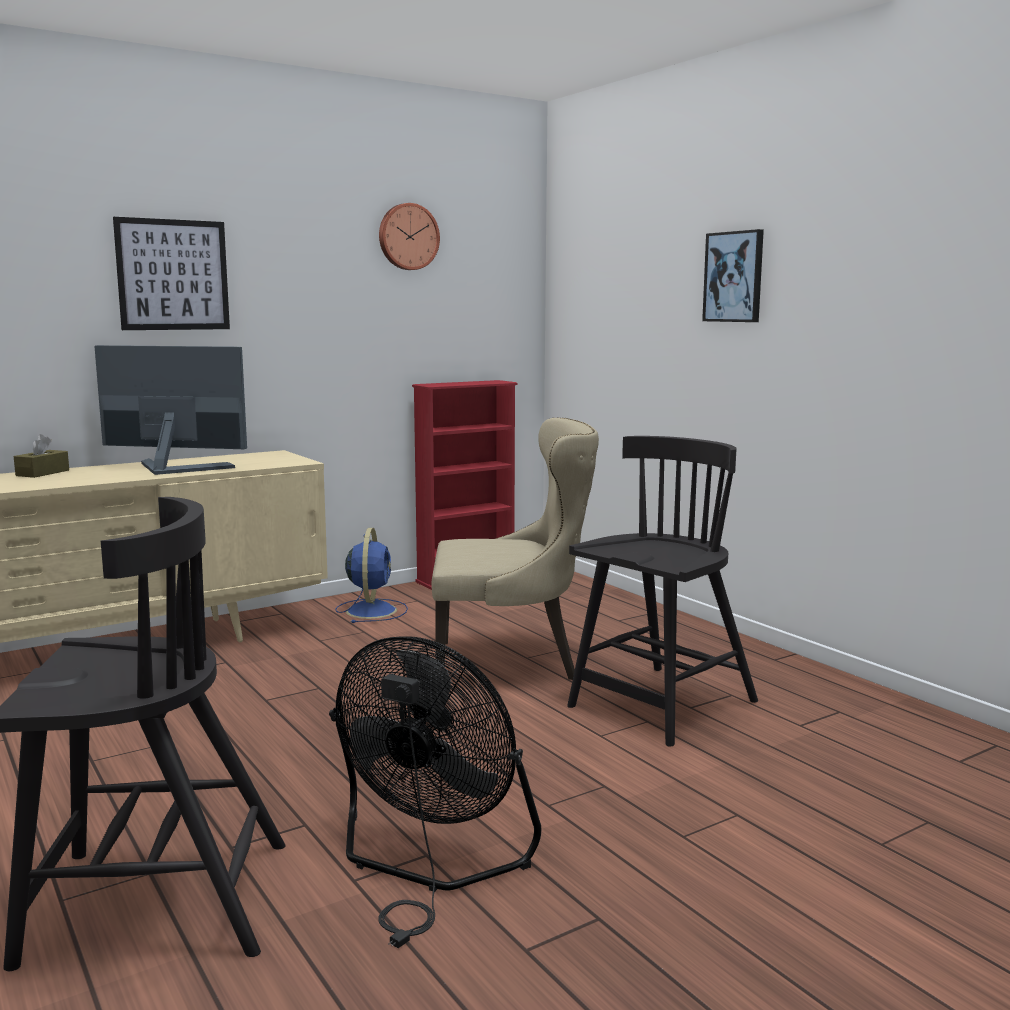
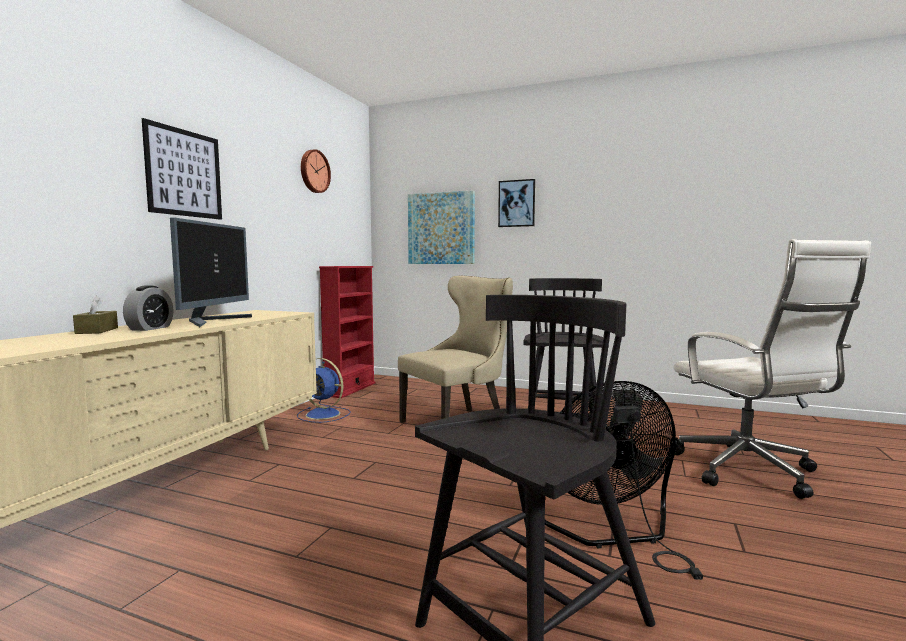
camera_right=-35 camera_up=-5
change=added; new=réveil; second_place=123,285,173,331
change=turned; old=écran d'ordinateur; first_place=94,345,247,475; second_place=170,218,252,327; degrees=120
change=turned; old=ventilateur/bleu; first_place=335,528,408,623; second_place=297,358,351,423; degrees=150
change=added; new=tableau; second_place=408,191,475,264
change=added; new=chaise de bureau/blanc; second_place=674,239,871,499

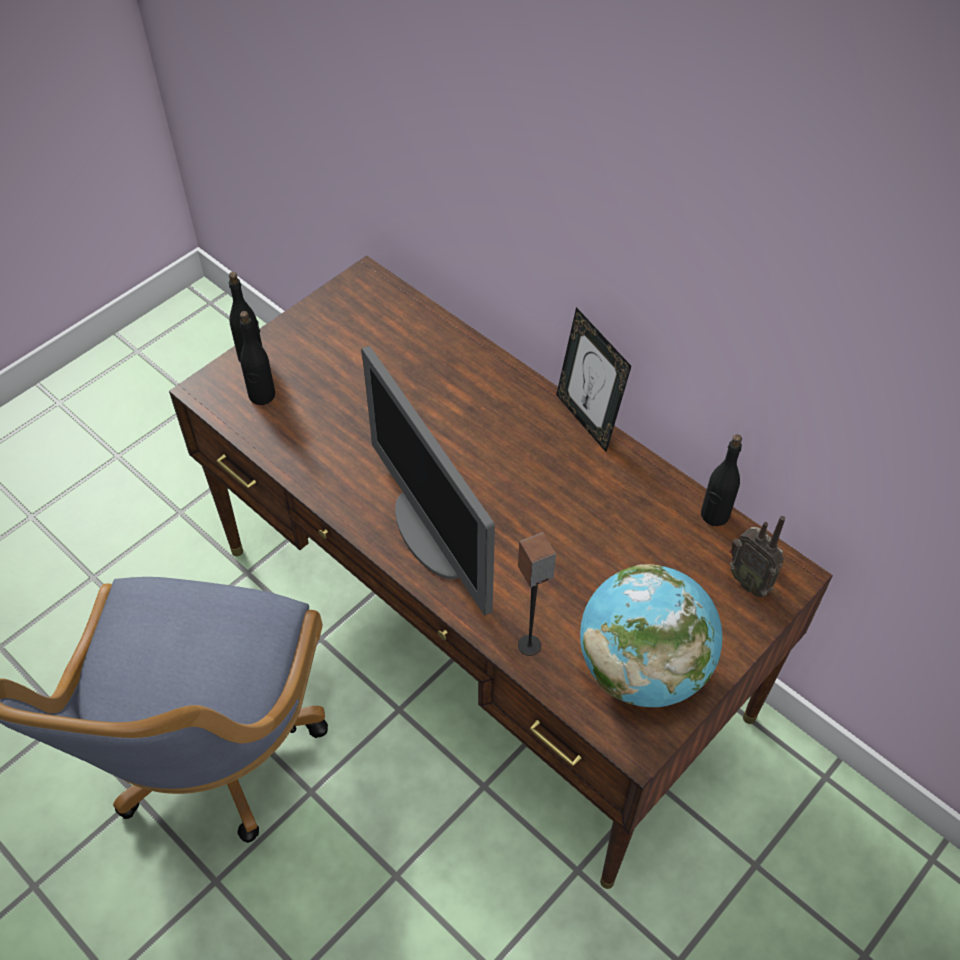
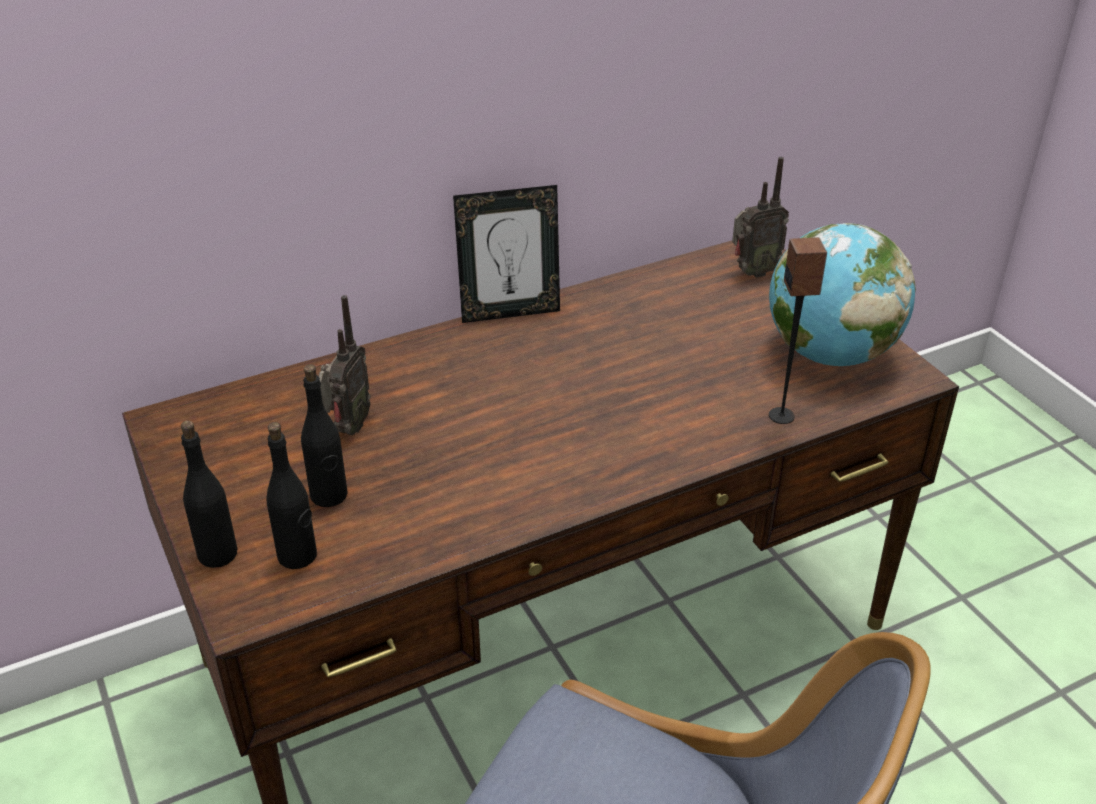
camera_right=-70 camera_up=-15
change=moved; old=bouteille/noir; first_place=701,434,742,526; second_place=301,364,348,507
change=added; new=radio; second_place=319,295,370,435
change=removed; old=écran d'ordinateur; first_place=361,346,495,616

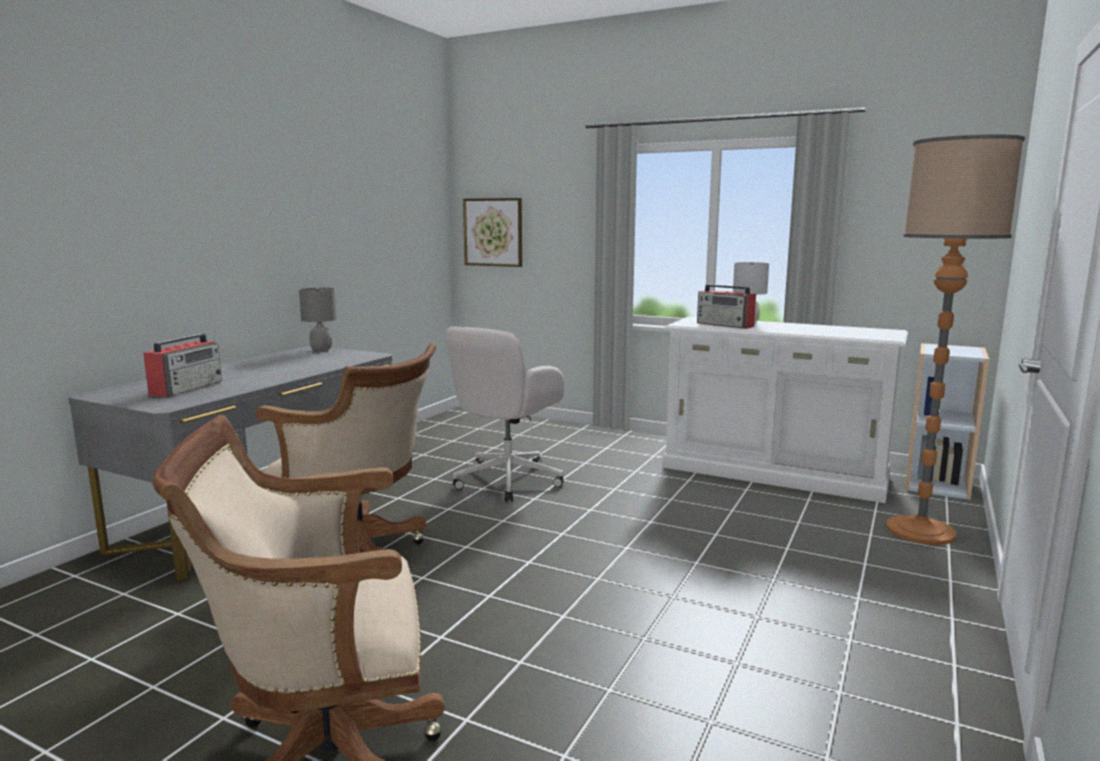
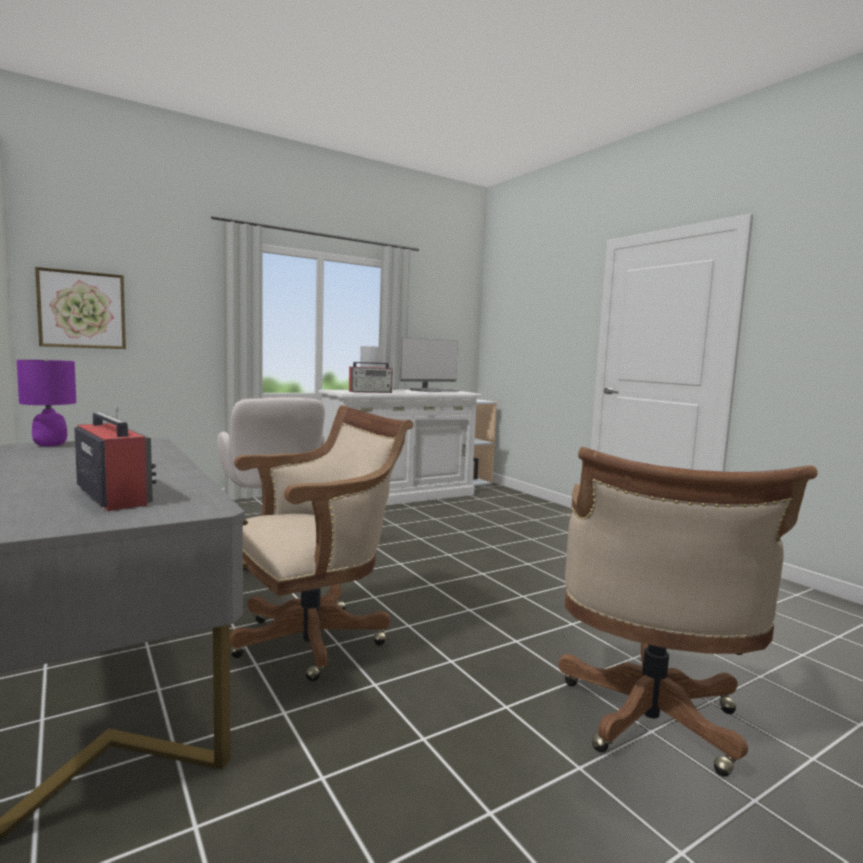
camera_right=-60 camera_up=-5
change=recoloured; old=lampe de table/gris; new=lampe de table/violet; first_place=299,288,337,351; second_place=17,359,76,446
change=added; new=écran d'ordinateur; second_place=400,337,460,392
change=removed; old=lampadaire; first_place=886,134,1025,545

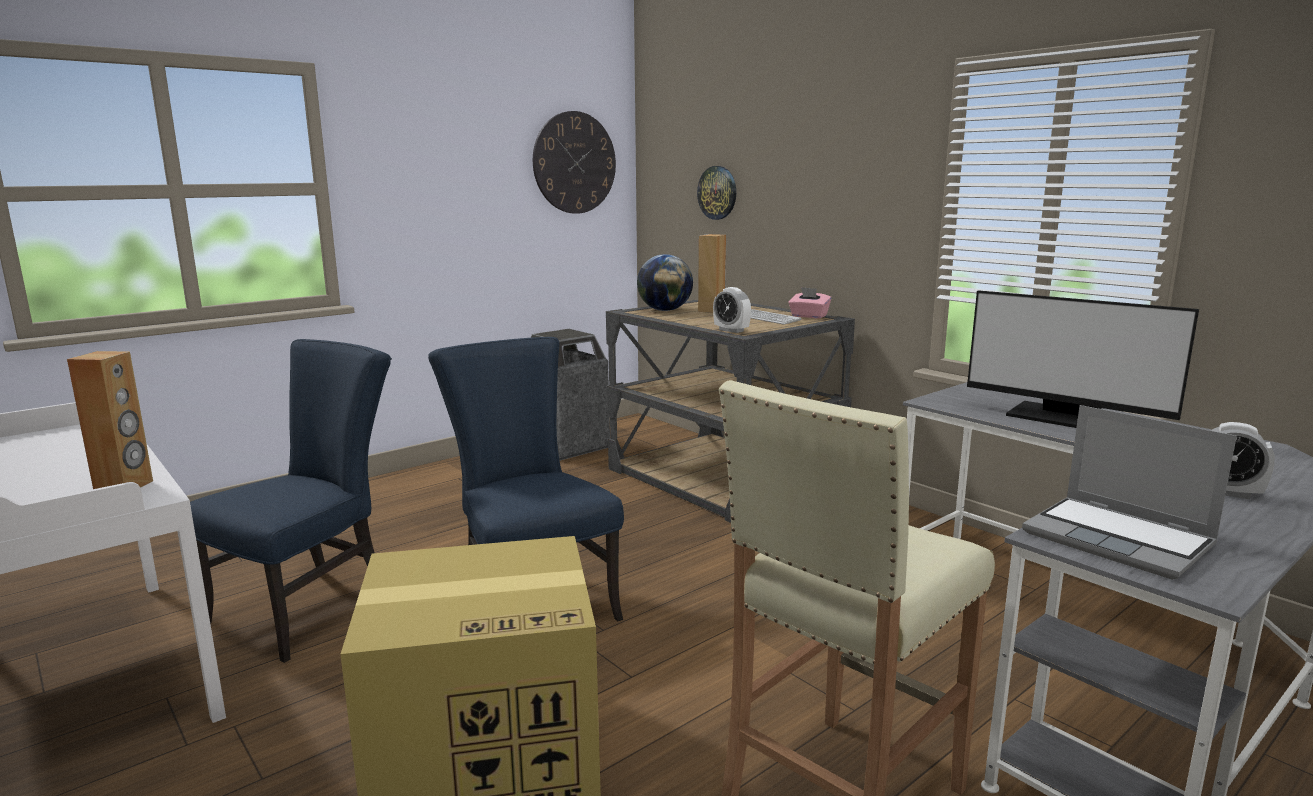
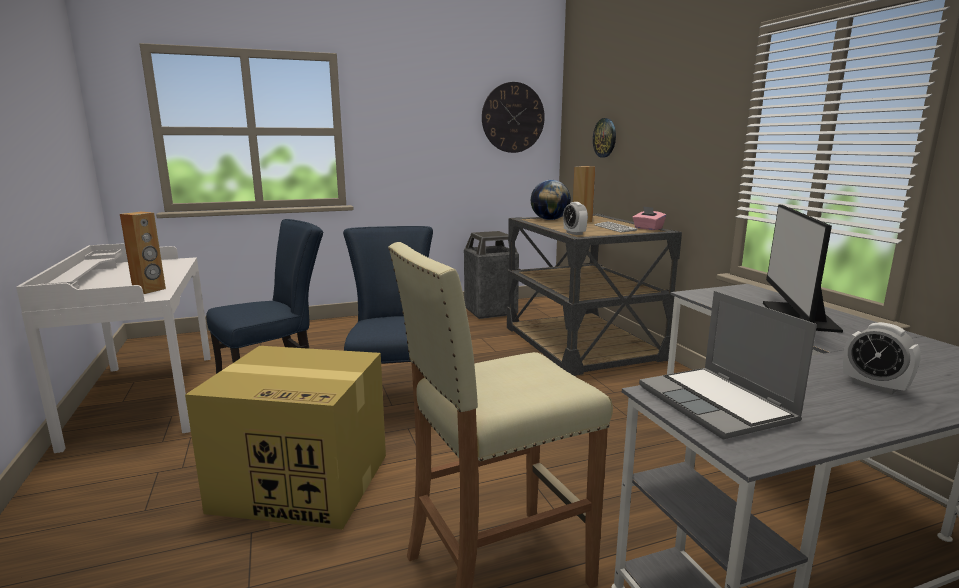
camera_right=20 camera_up=0
change=turned; old=écran d'ordinateur; first_place=967,290,1199,428; second_place=763,205,843,333; degrees=45

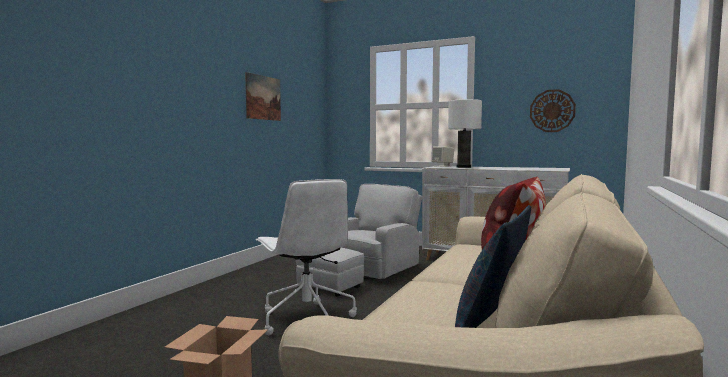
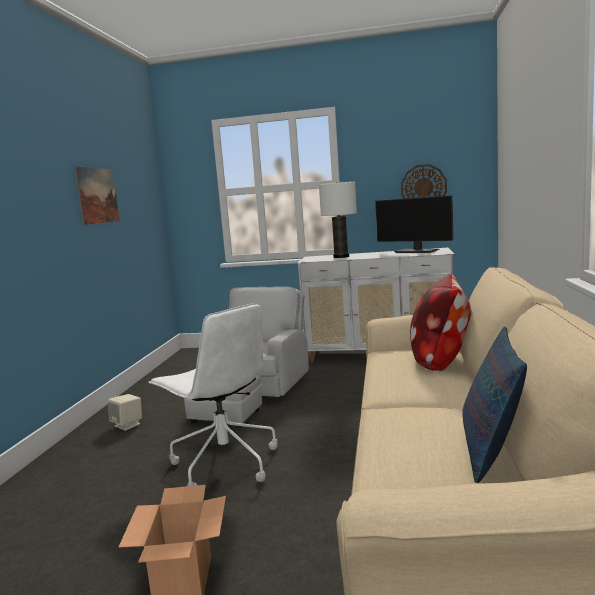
camera_right=-15 camera_up=5
change=moved; old=enceinte/beige; first_place=432,146,454,167; second_place=108,394,142,431
change=added; new=écran d'ordinateur; second_place=375,195,453,253

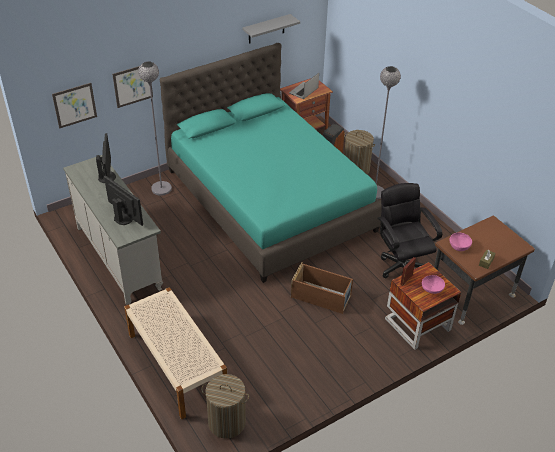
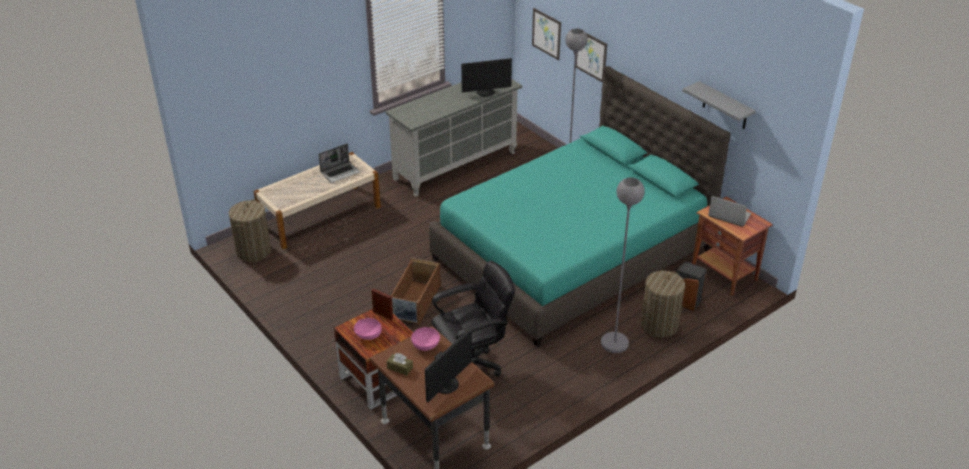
camera_right=85 camera_up=-5
change=added; new=ordinateur portable; second_place=318,144,360,183
change=moved; old=écran d'ordinateur; first_place=104,176,143,226; second_place=425,329,472,402

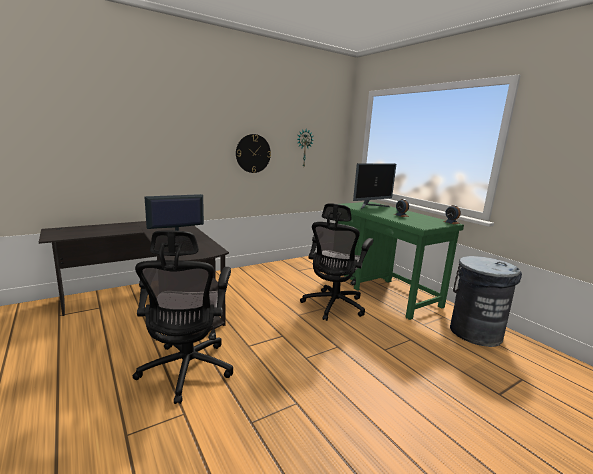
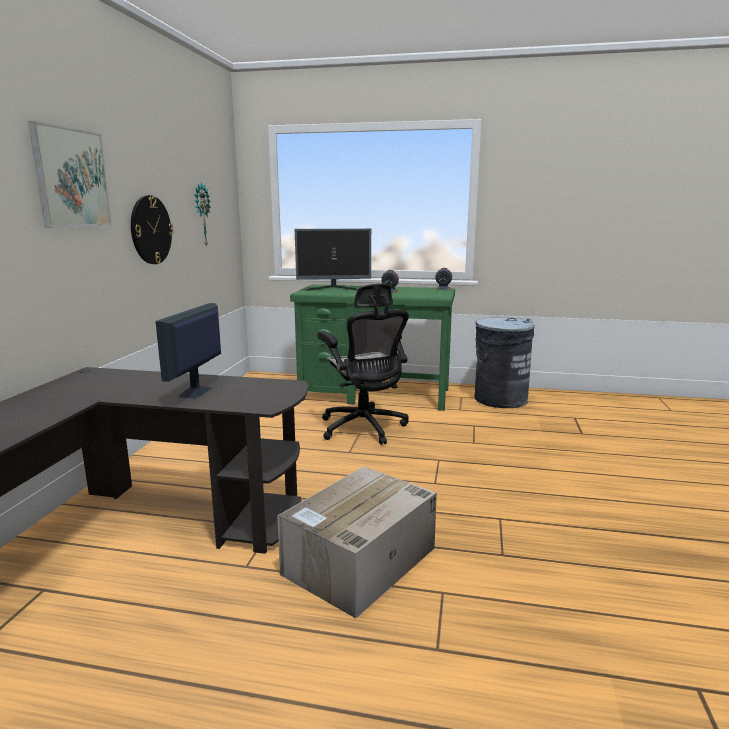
camera_right=-45 camera_up=0
change=added; new=tableau; second_place=28,121,112,228
change=replaced; old=chaise de bureau; new=carton; first_place=132,230,233,404; second_place=277,466,437,618
change=turned; old=écran d'ordinateur; first_place=353,163,396,209; second_place=295,229,371,291; degrees=75

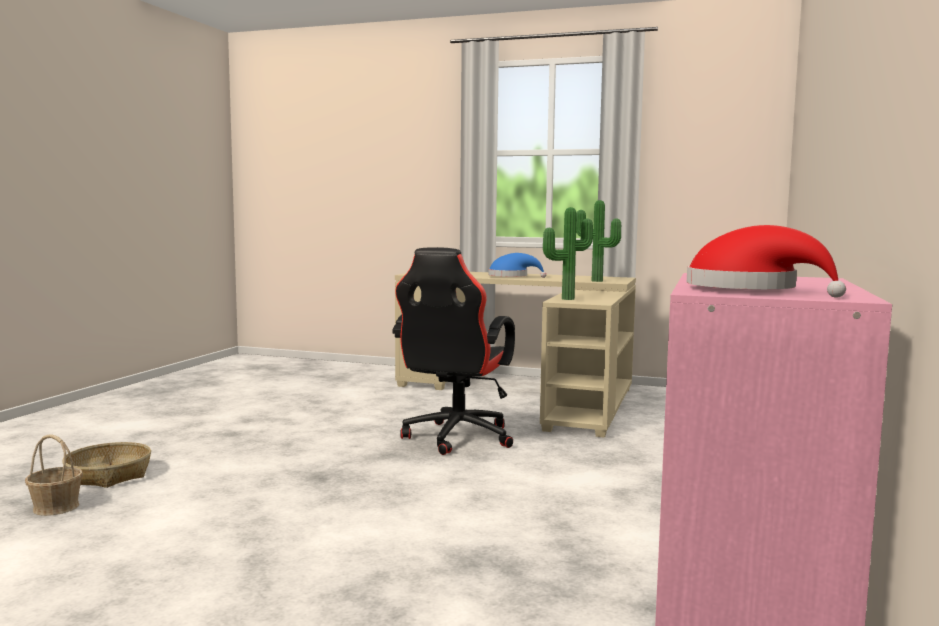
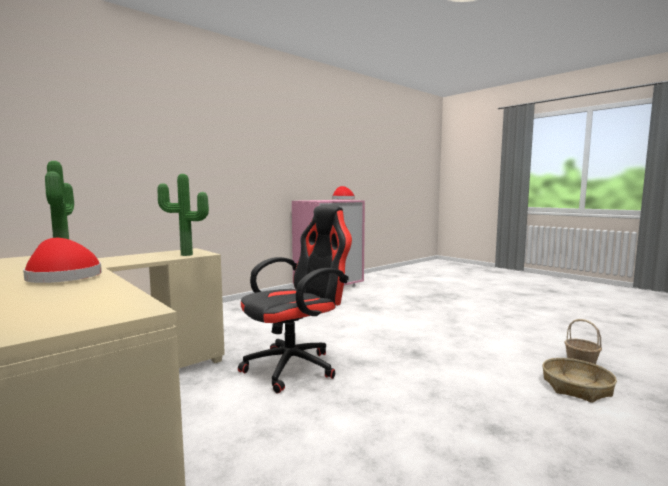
camera_right=-150 camera_up=0
change=recoloured; old=chapeau/bleu; new=chapeau/rouge; first_place=488,253,546,278; second_place=23,238,102,283

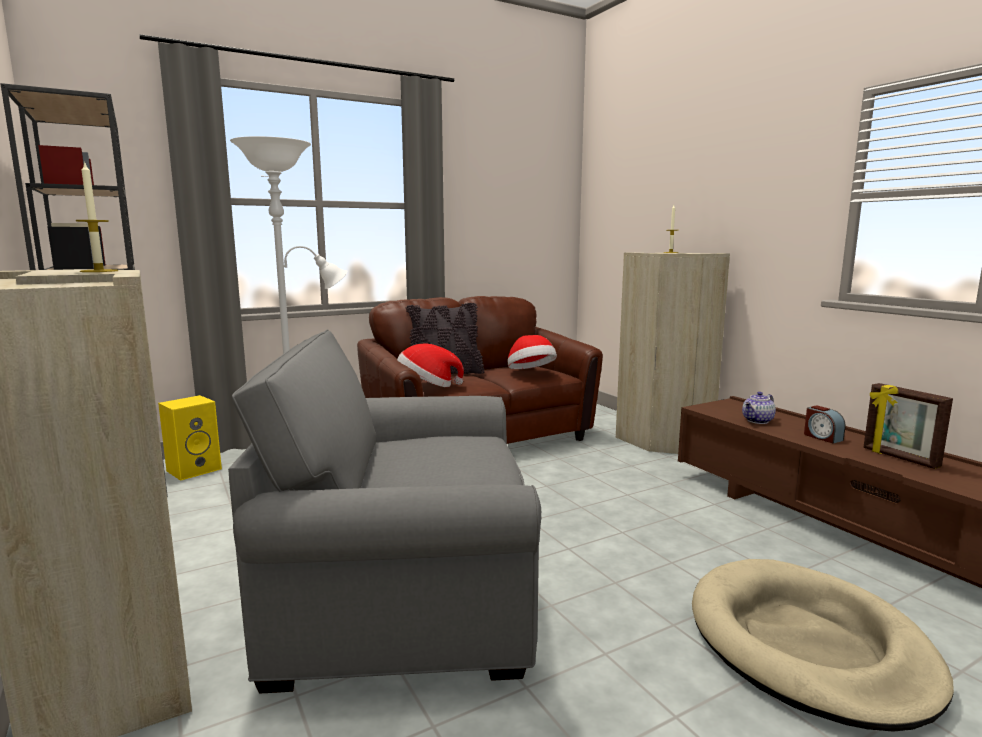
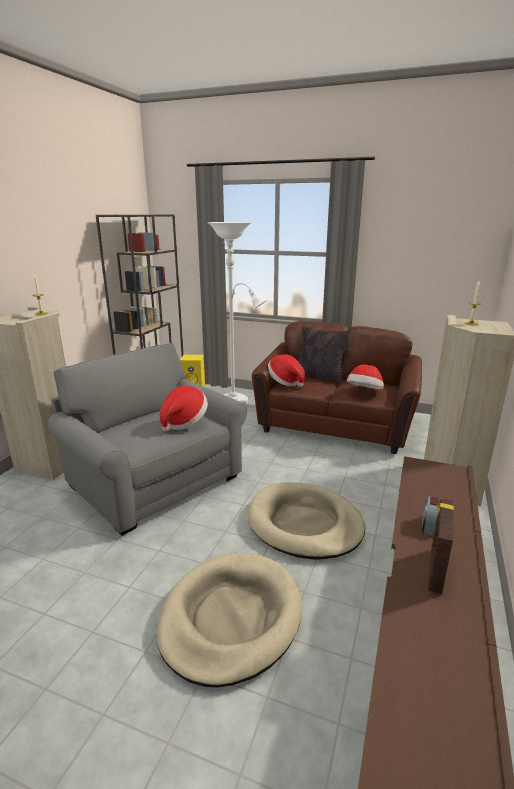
camera_right=50 camera_up=10
change=added; new=chapeau; second_place=159,386,208,432
change=added; new=panier pour chien/beige; second_place=248,483,365,559
change=removed; old=théière; first_place=742,392,776,424

